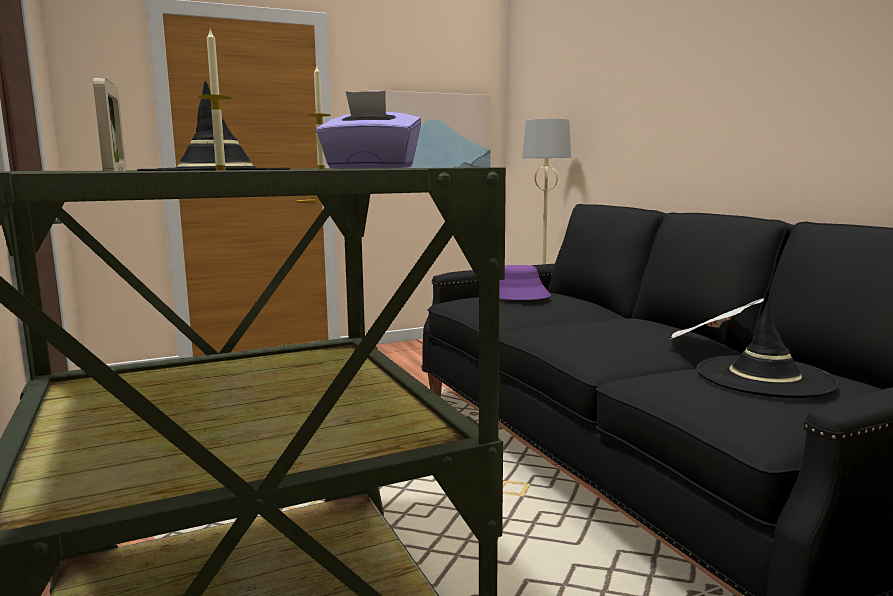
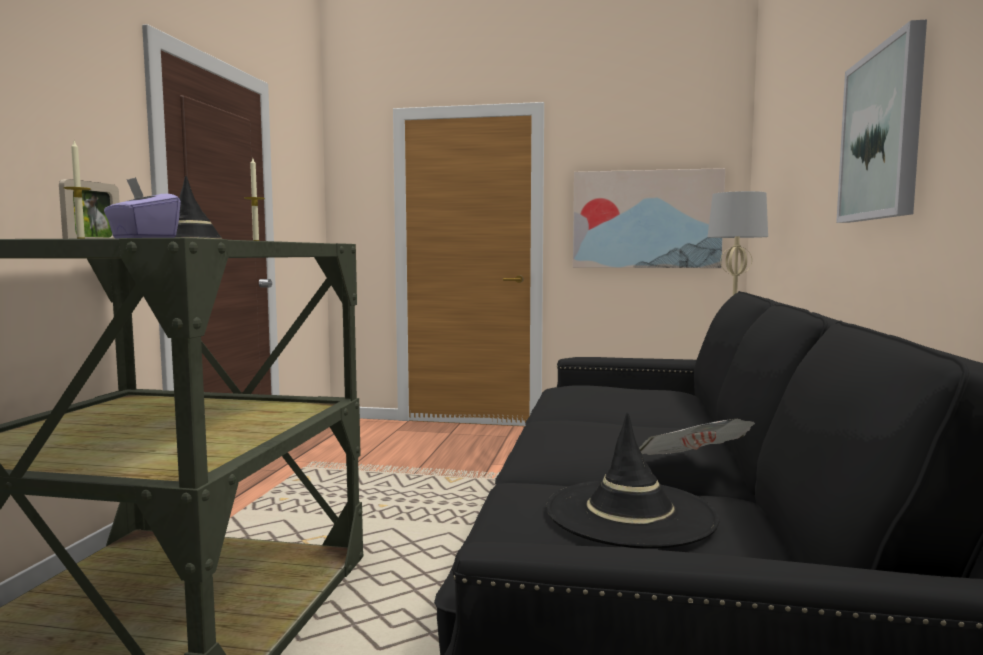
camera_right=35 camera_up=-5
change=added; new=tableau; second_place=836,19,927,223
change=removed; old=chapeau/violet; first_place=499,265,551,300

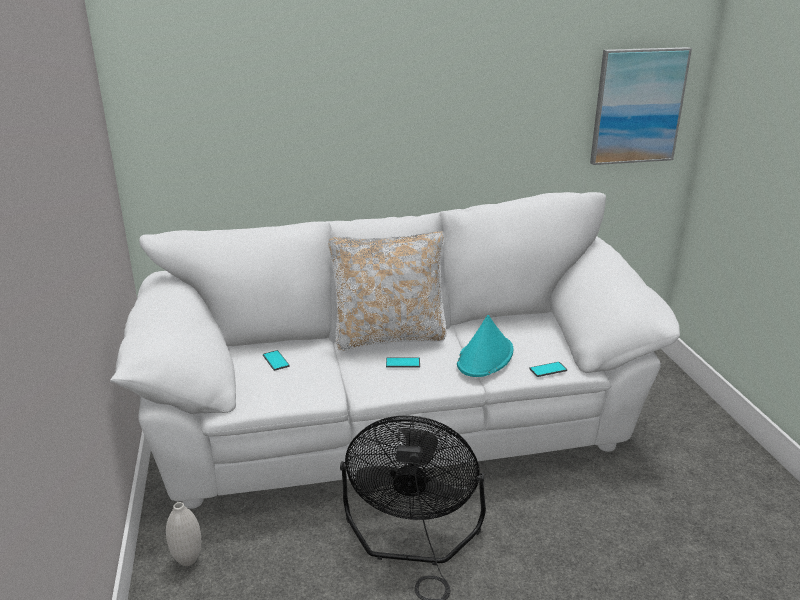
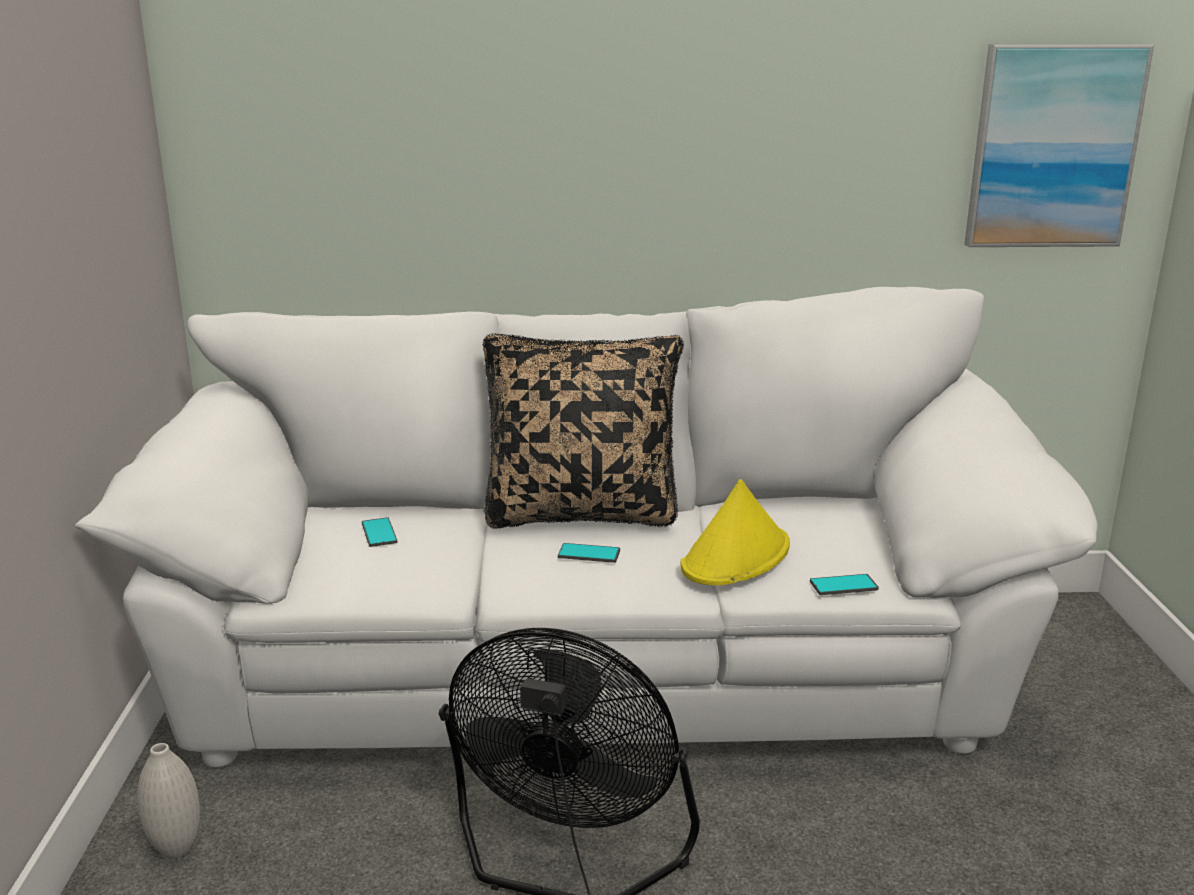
camera_right=10 camera_up=-5
change=recoloured; old=coussin/blanc; new=coussin/noir; first_place=328,231,447,351; second_place=483,333,684,529
change=recoloured; old=chapeau/turquoise; new=chapeau/jaune; first_place=457,315,513,377; second_place=680,479,790,585

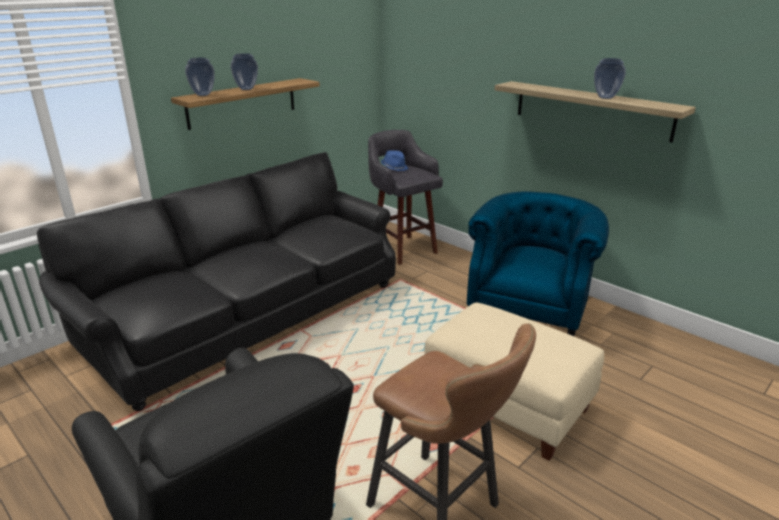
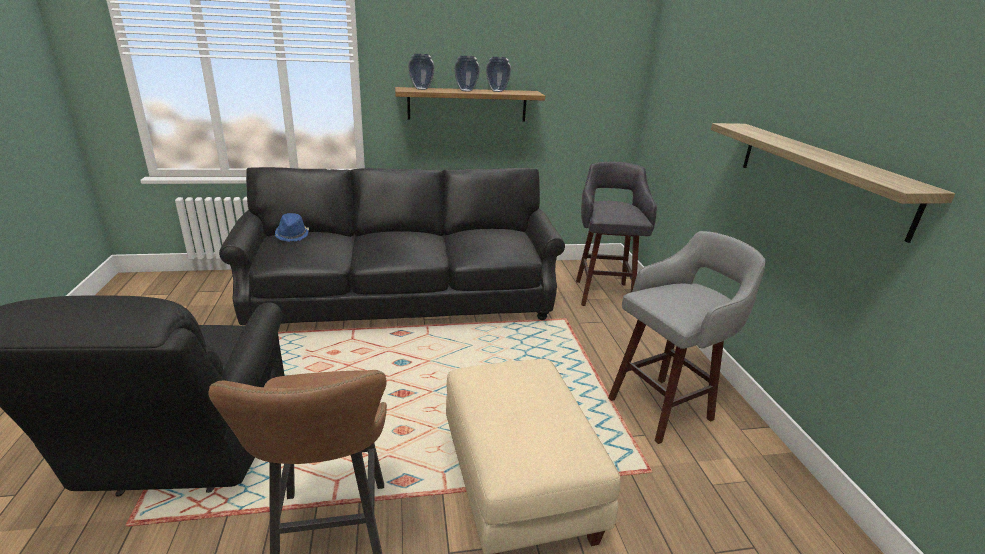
camera_right=35 camera_up=0
change=moved; old=chapeau/bleu; first_place=381,150,408,171; second_place=275,213,309,242
change=moved; old=vase; first_place=594,58,626,99; second_place=486,57,511,92
change=replaced; old=fauteuil/bleu; new=tabouret/gris; first_place=467,191,609,336; second_place=608,231,766,444

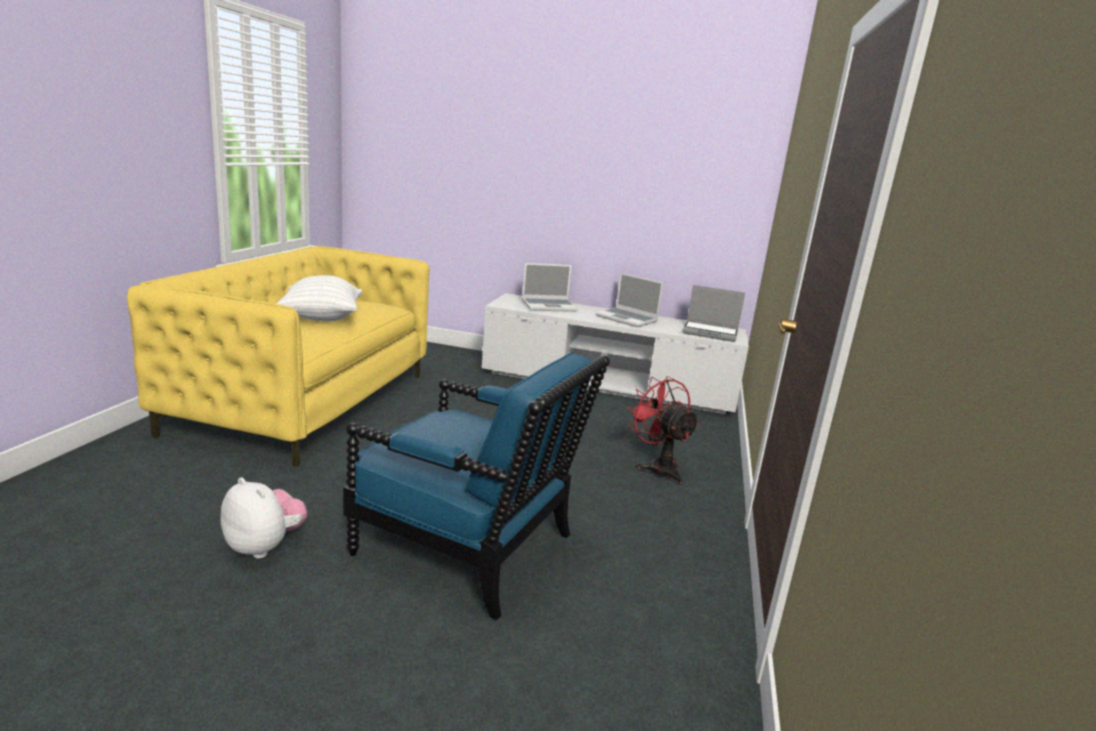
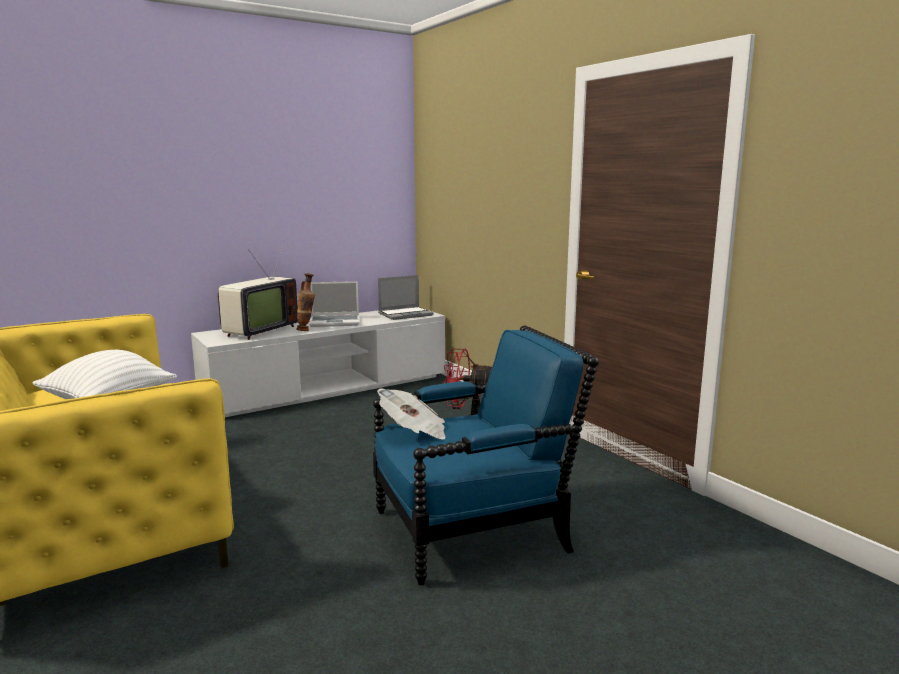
camera_right=-45 camera_up=-5
change=replaced; old=ordinateur portable; new=téléviseur; first_place=522,263,578,312; second_place=218,241,298,340
change=added; new=vase; second_place=296,273,315,331
change=added; new=journal; second_place=377,388,445,439
change=removed; old=peluche; first_place=220,477,307,559

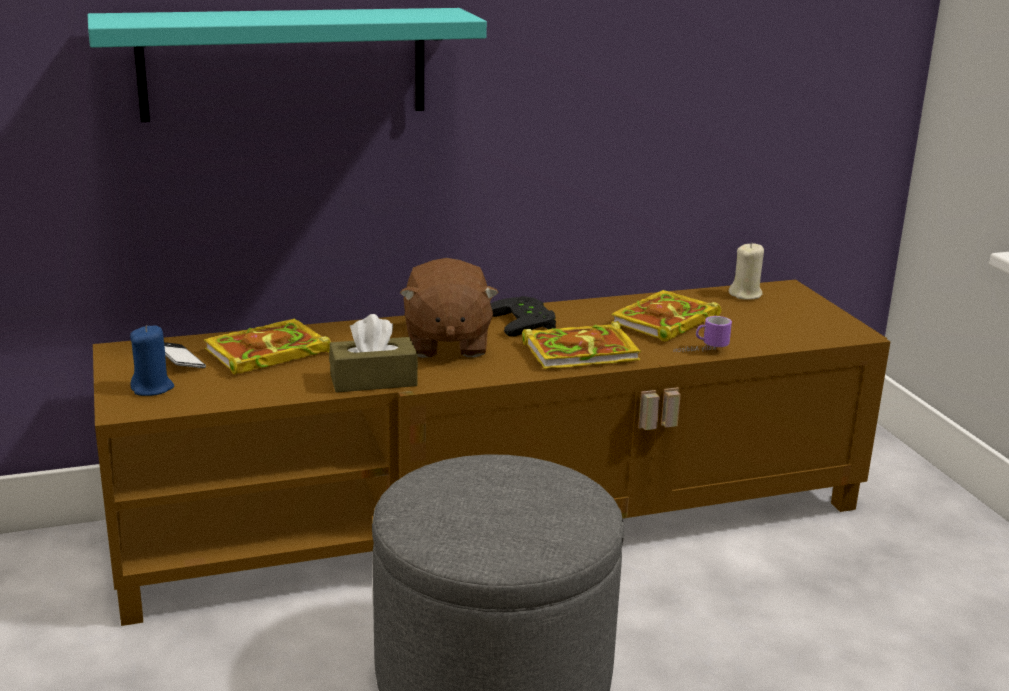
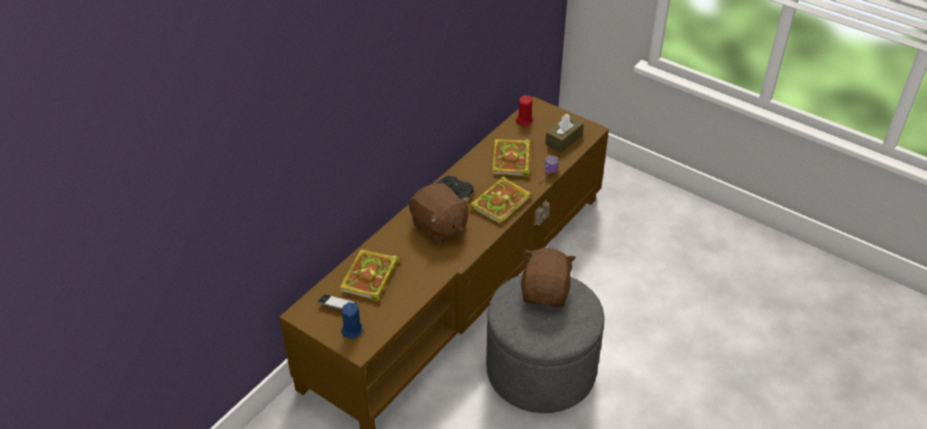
camera_right=-35 camera_up=20
change=recoloured; old=bougie/beige; new=bougie/rouge; first_place=729,243,764,300; second_place=516,95,533,126
change=added; new=peluche/marron; second_place=521,248,576,307
change=moved; old=boîte à mouchoirs/marron; first_place=329,314,418,393; second_place=545,114,584,153
change=removed; old=étagère/turquoise; first_place=88,8,487,122

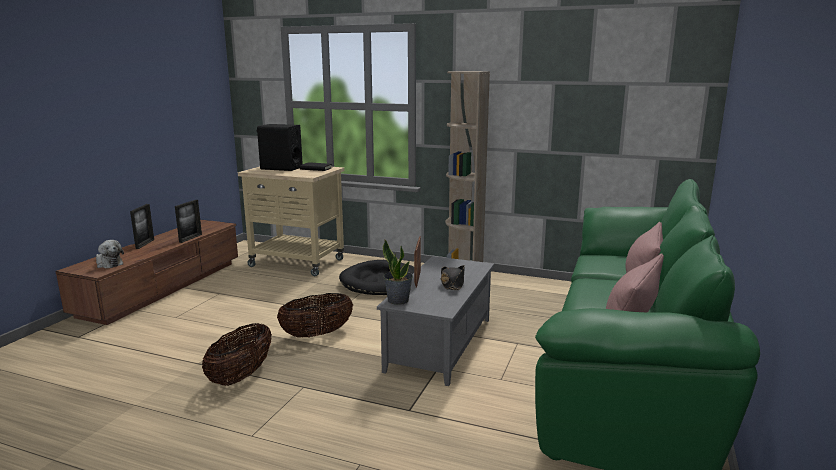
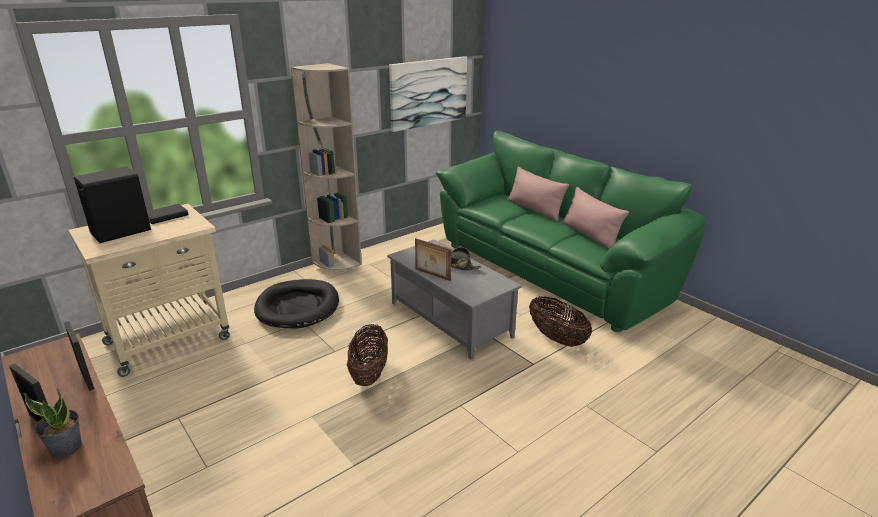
camera_right=-60 camera_up=10
change=moved; old=plante en pot; first_place=383,240,413,305; second_place=23,388,82,459
change=added; new=tableau; second_place=389,56,467,132
change=moved; old=panier; first_place=202,323,272,386; second_place=529,296,592,347
change=removed; old=peluche; first_place=96,240,124,268

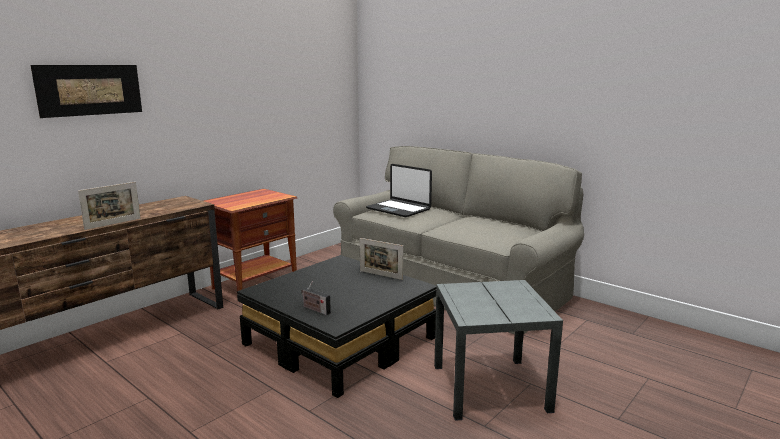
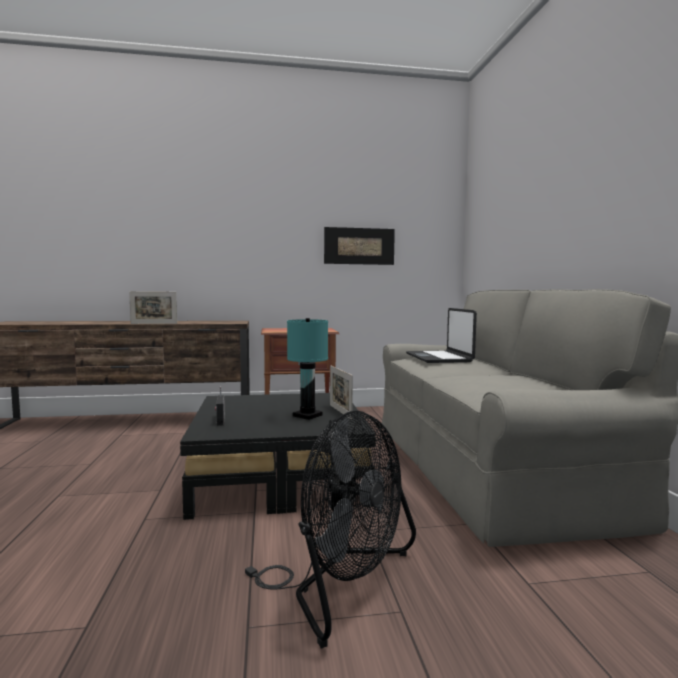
camera_right=40 camera_up=-10
change=replaced; old=table d'appoint/gris; new=ventilateur/noir; first_place=434,280,563,421; second_place=245,411,416,649
change=added; new=lampe de table/turquoise; second_place=287,318,328,420
change=moved; old=tableau; first_place=31,65,142,118; second_place=324,227,395,265

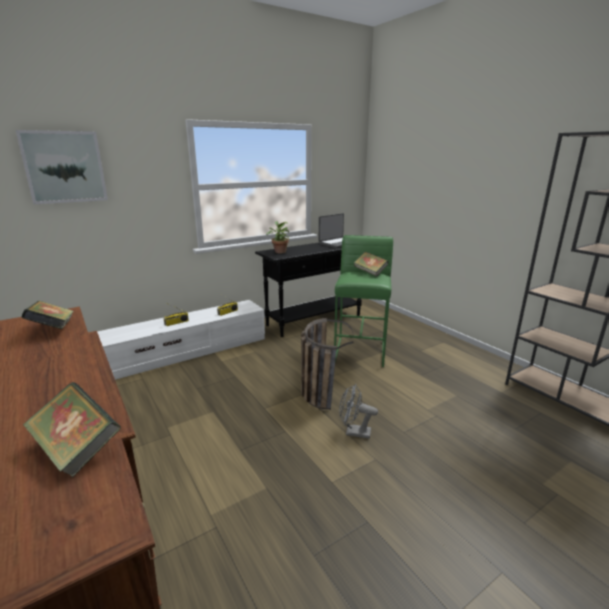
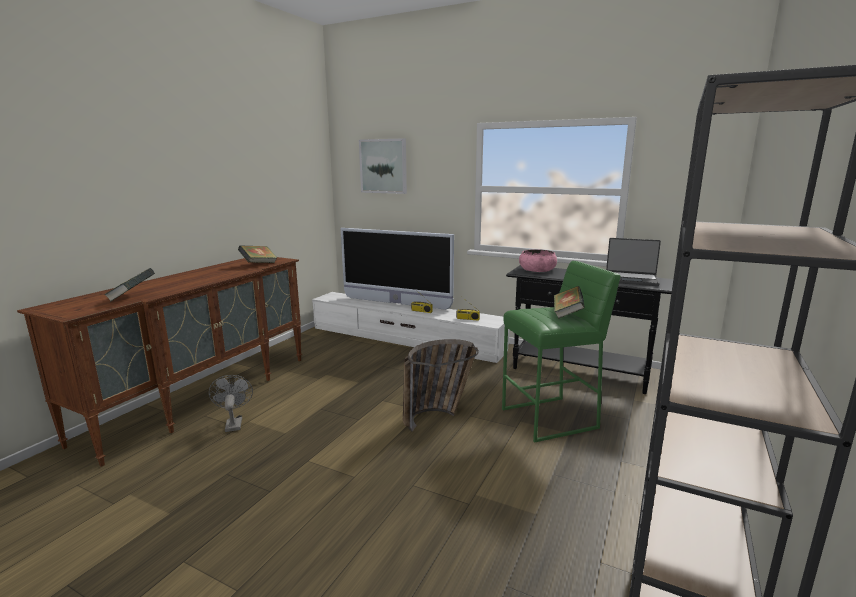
camera_right=60 camera_up=-5
change=moved; old=ventilateur/gris; first_place=339,384,378,439; second_place=209,375,253,432
change=added; new=téléviseur; second_place=341,228,454,310
change=replaced; old=plante en pot; new=bol/rose; first_place=266,221,290,253; second_place=519,249,557,272

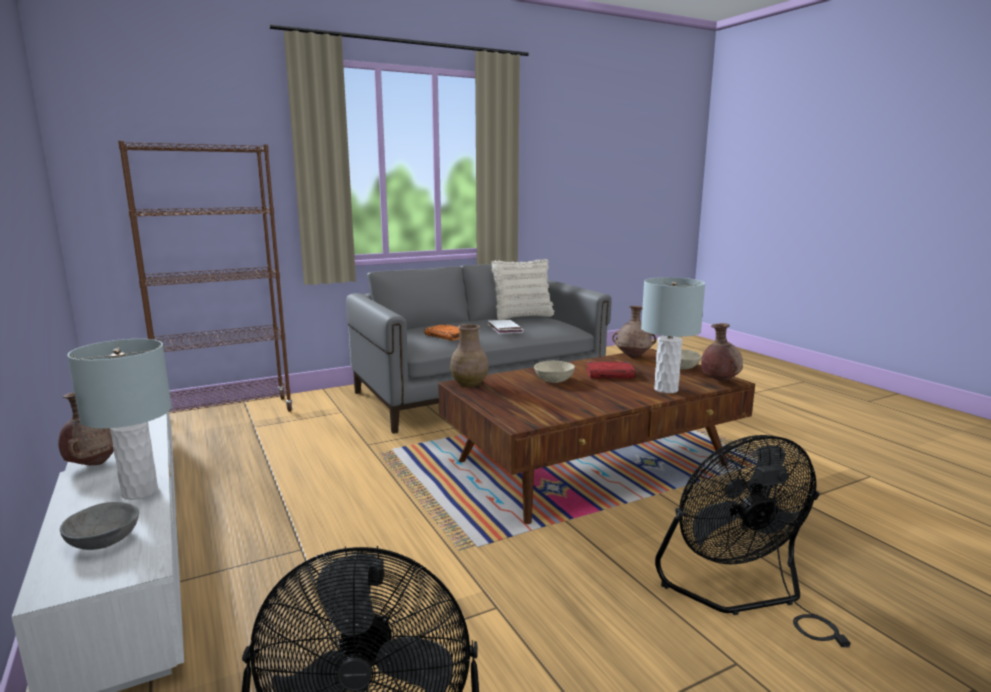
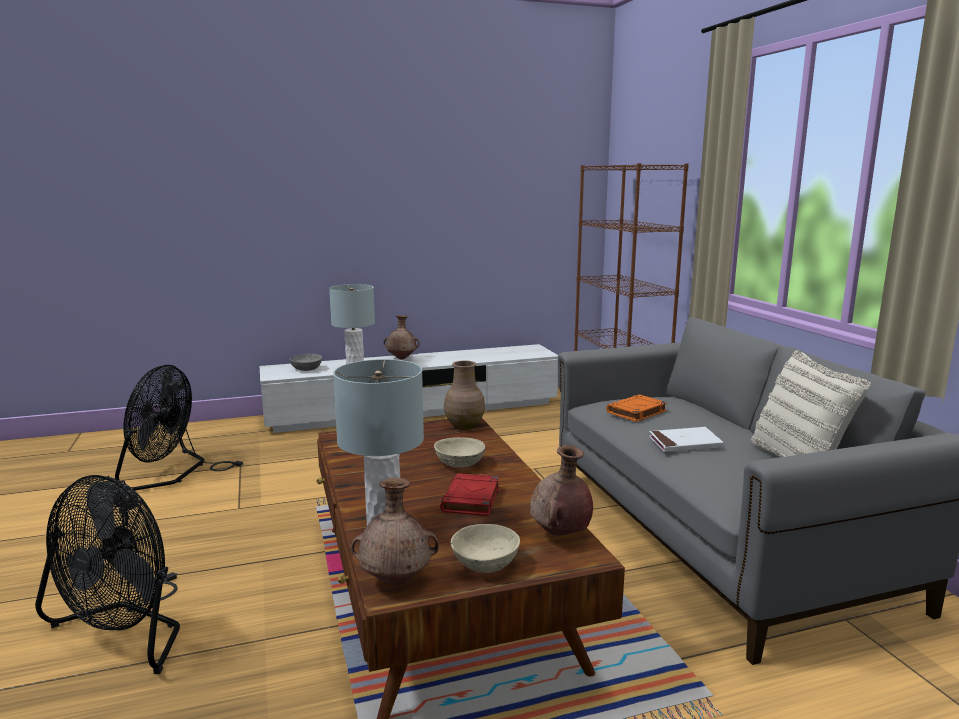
camera_right=100 camera_up=0
change=turned; old=ventilateur/noir; first_place=655,435,850,648; second_place=35,475,180,674; degrees=120

